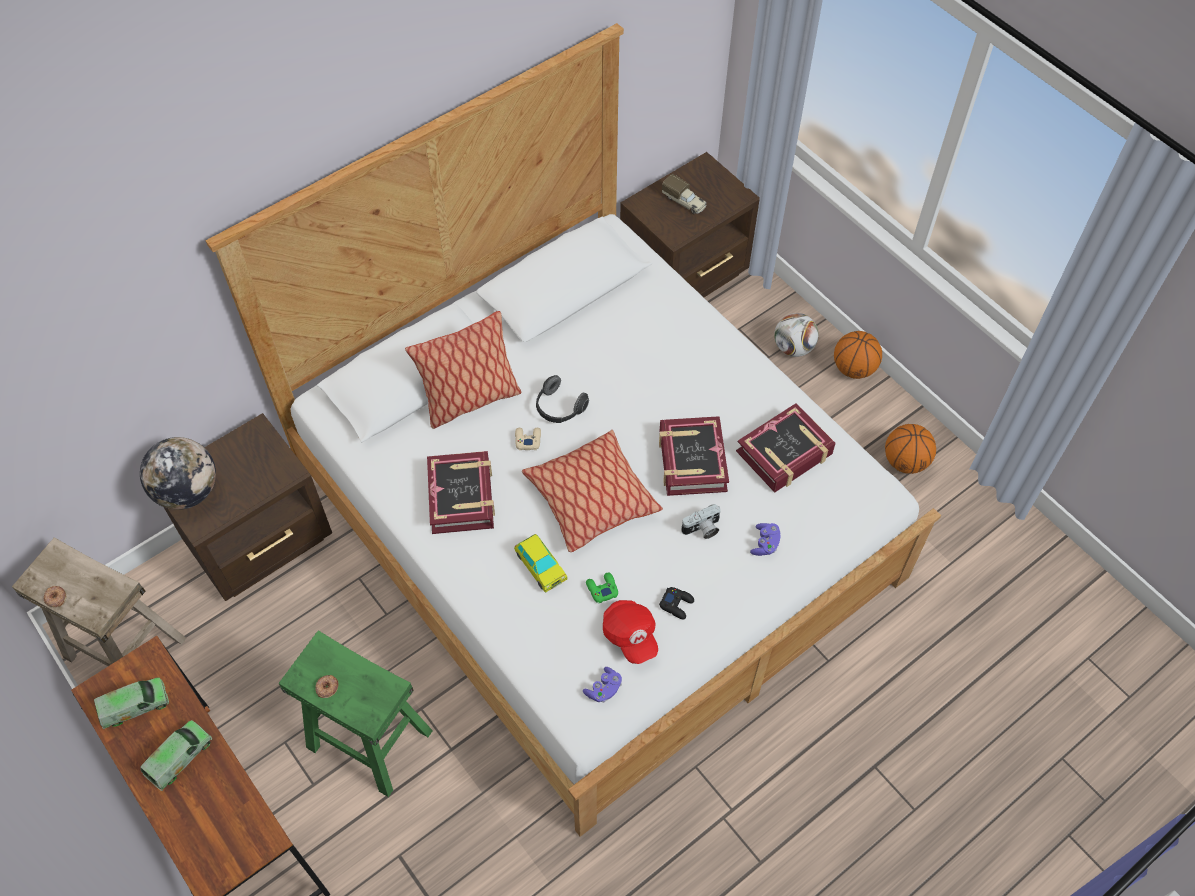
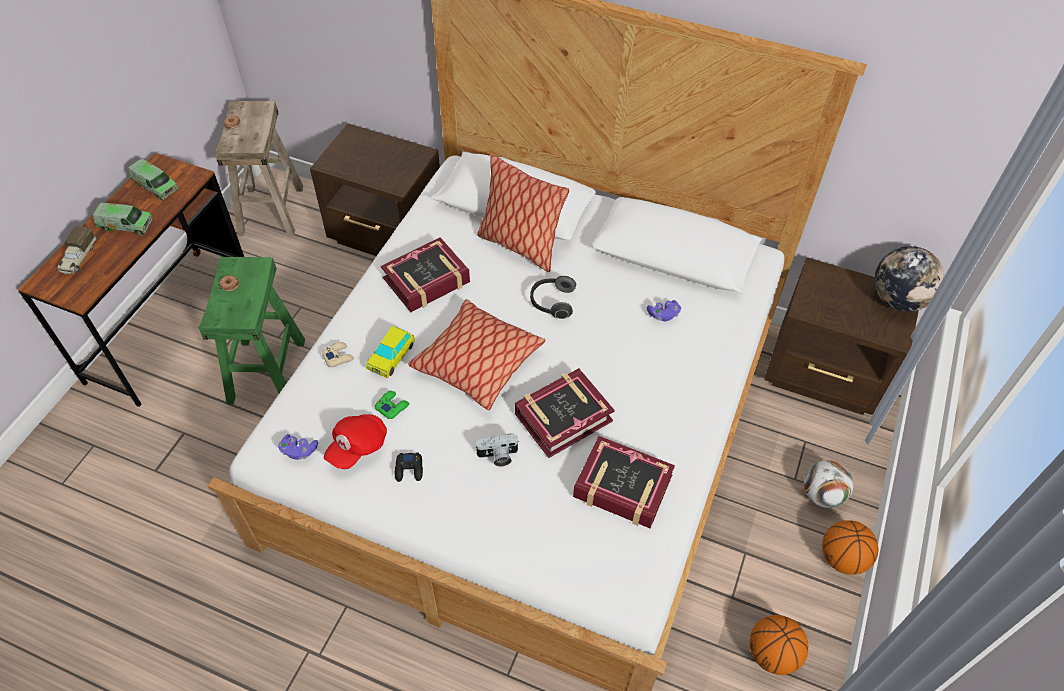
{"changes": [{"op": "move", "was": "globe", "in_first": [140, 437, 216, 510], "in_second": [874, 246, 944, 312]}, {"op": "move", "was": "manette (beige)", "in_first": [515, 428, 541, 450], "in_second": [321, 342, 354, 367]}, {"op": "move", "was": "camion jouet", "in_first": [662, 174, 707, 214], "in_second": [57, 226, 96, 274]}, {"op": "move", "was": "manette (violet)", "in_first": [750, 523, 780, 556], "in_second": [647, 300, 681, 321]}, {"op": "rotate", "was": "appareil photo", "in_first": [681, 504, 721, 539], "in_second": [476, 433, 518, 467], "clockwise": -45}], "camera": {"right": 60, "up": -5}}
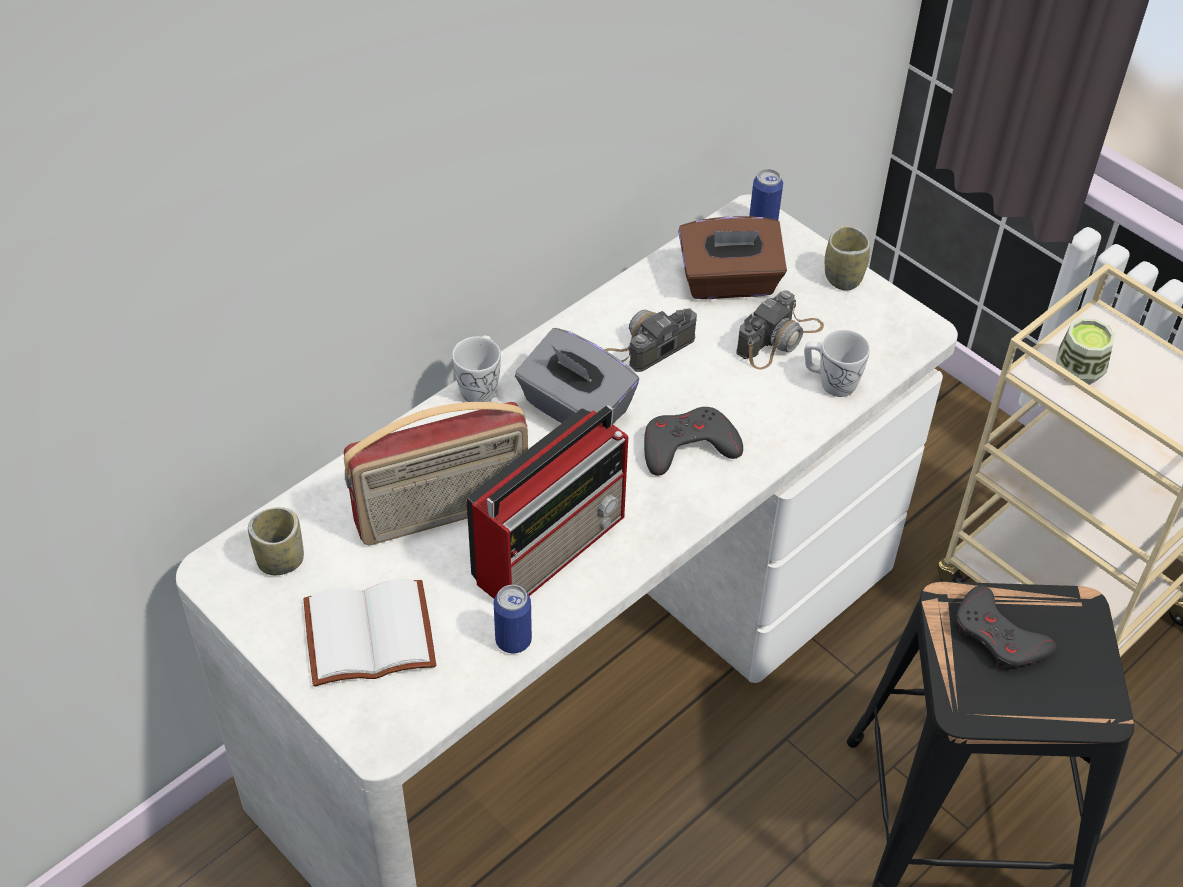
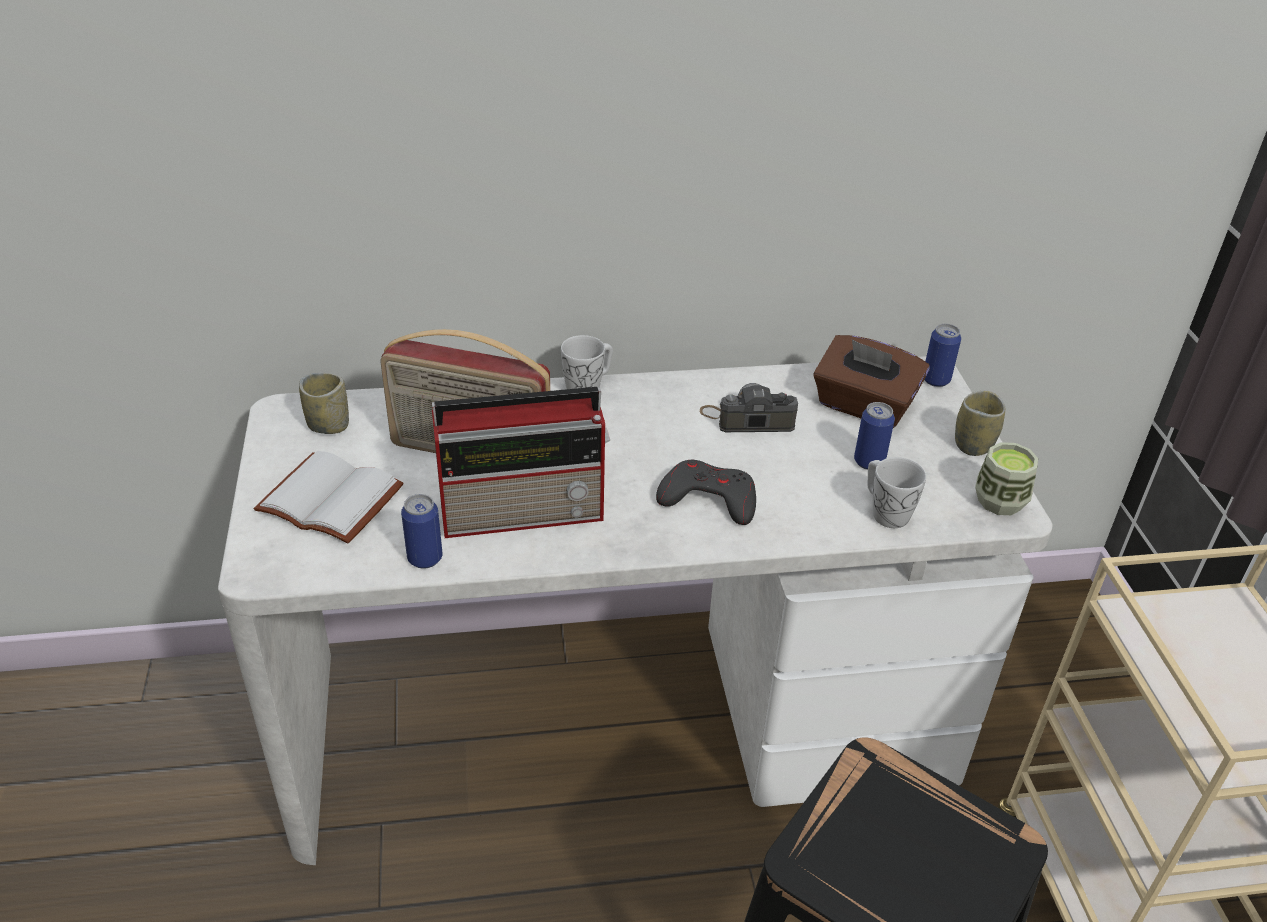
{"changes": [{"op": "delete", "was": "boîte à mouchoirs (gris)", "in_first": [515, 328, 639, 424]}, {"op": "delete", "was": "manette (gris)", "in_first": [956, 585, 1056, 670]}, {"op": "move", "was": "tasse", "in_first": [1056, 318, 1115, 385], "in_second": [975, 442, 1038, 515]}, {"op": "replace", "was": "appareil photo", "now": "boîte métallique", "in_first": [736, 290, 824, 370], "in_second": [854, 402, 895, 470]}], "camera": {"right": 35, "up": -10}}
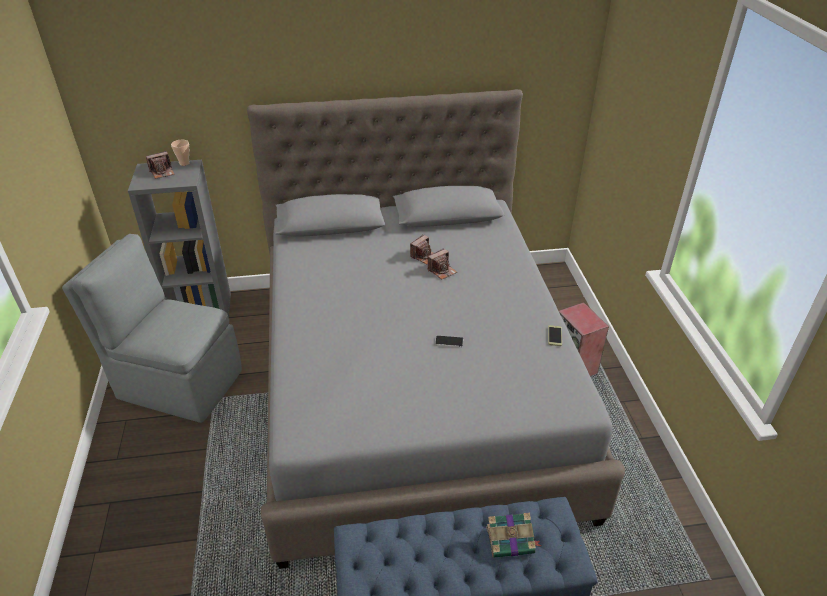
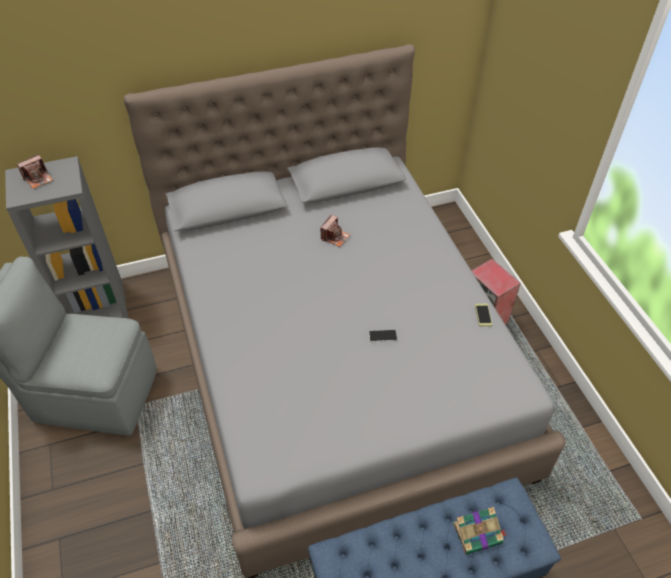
{"changes": [{"op": "delete", "was": "tasse", "in_first": [171, 140, 190, 166]}, {"op": "delete", "was": "appareil photo", "in_first": [428, 248, 457, 280]}], "camera": {"right": -10, "up": 10}}
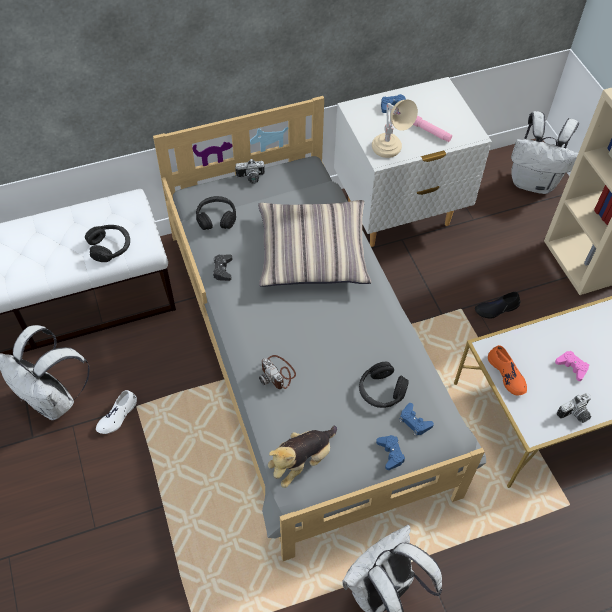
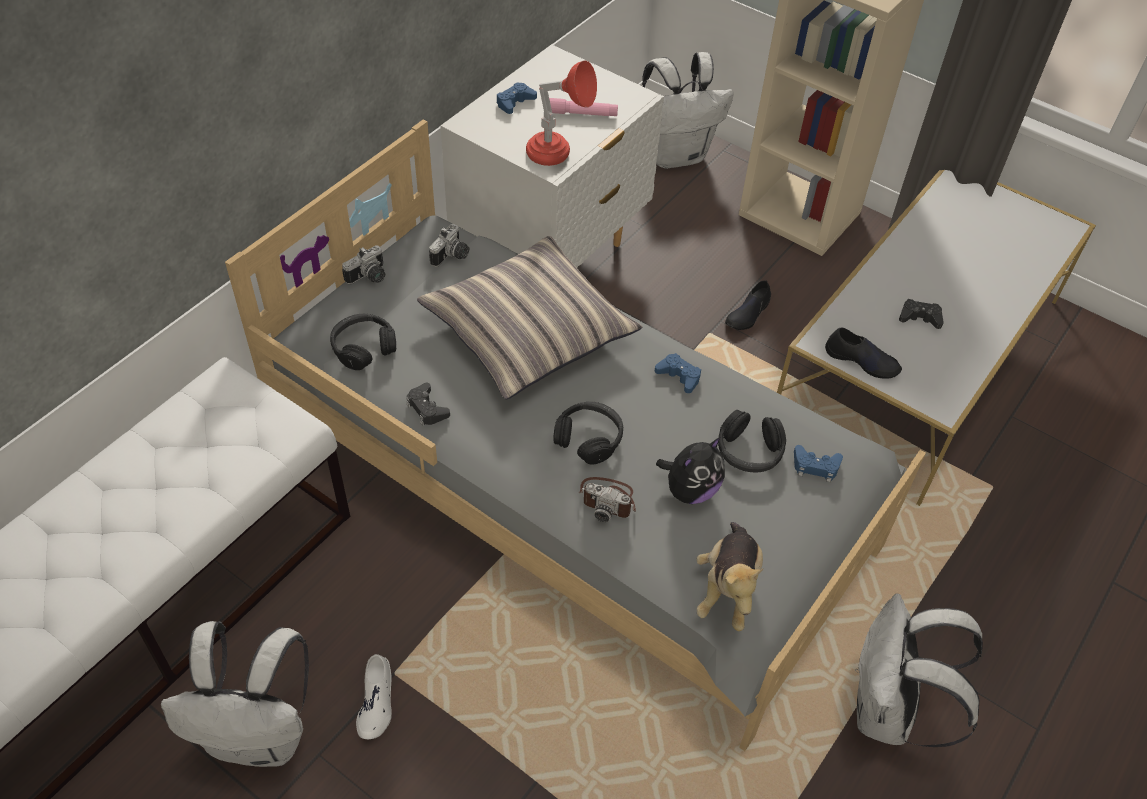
{"changes": [{"op": "insert", "now": "peluche", "in_second": [656, 437, 725, 504]}, {"op": "move", "was": "casque audio (noir)", "in_first": [85, 225, 130, 262], "in_second": [553, 402, 623, 464]}, {"op": "move", "was": "manette (bleu)", "in_first": [376, 435, 405, 470], "in_second": [655, 353, 701, 393]}, {"op": "move", "was": "appareil photo", "in_first": [557, 393, 591, 423], "in_second": [429, 224, 469, 267]}, {"op": "recolor", "was": "lampe de table (beige)", "now": "lampe de table (rouge)", "in_first": [372, 100, 418, 158], "in_second": [526, 61, 597, 166]}, {"op": "recolor", "was": "chaussure (orange)", "now": "chaussure (noir)", "in_first": [488, 345, 527, 396], "in_second": [825, 327, 902, 379]}, {"op": "recolor", "was": "manette (rose)", "now": "manette (noir)", "in_first": [555, 351, 589, 381], "in_second": [899, 299, 944, 329]}], "camera": {"right": -35, "up": -5}}
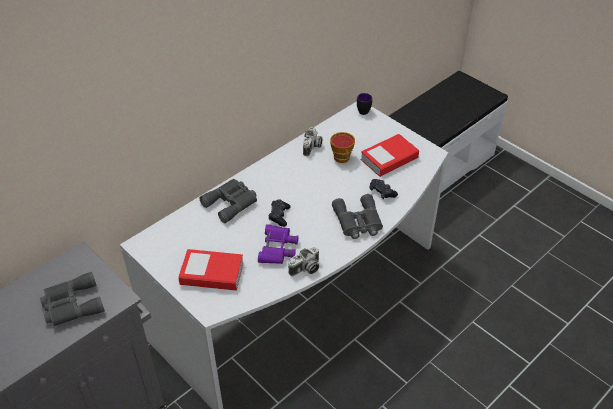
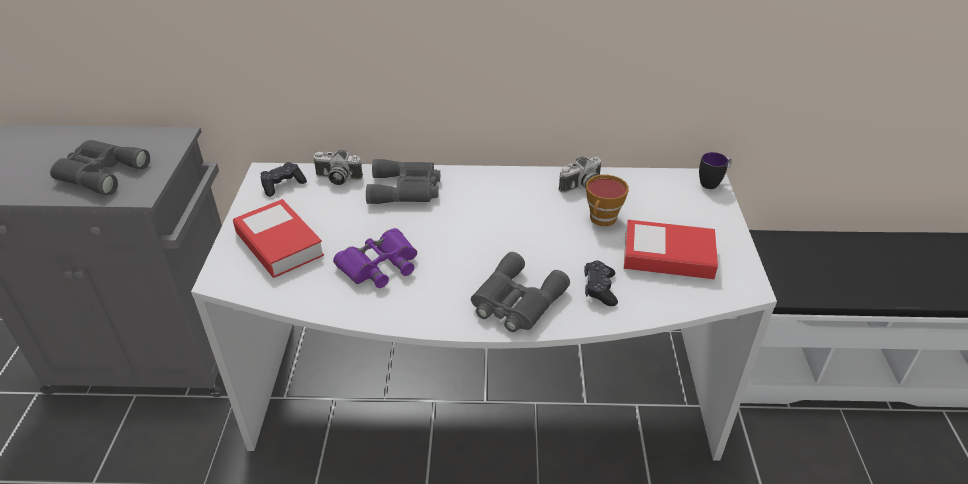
{"changes": [{"op": "move", "was": "manette (noir)", "in_first": [269, 199, 291, 227], "in_second": [260, 162, 307, 197]}, {"op": "move", "was": "appareil photo", "in_first": [288, 247, 319, 276], "in_second": [313, 150, 363, 185]}], "camera": {"right": 45, "up": -5}}
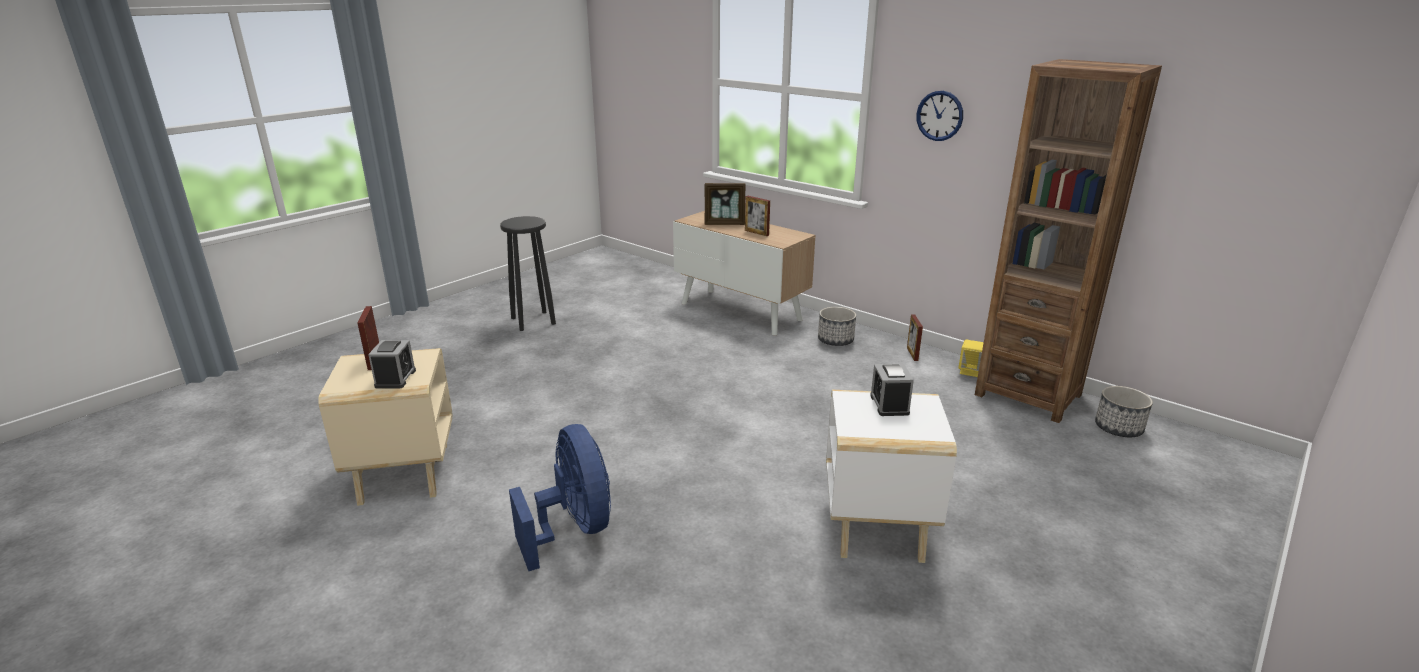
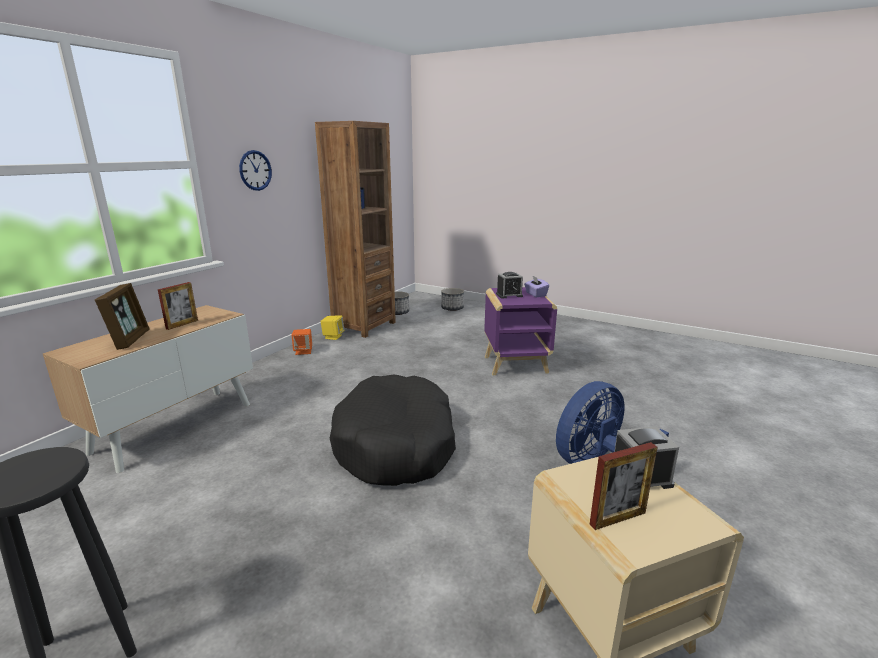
{"changes": [{"op": "insert", "now": "panier pour chien (noir)", "in_second": [330, 375, 456, 486]}, {"op": "insert", "now": "boîte à mouchoirs (violet)", "in_second": [524, 276, 549, 297]}, {"op": "move", "was": "cache-pot", "in_first": [818, 307, 856, 346], "in_second": [441, 288, 464, 311]}, {"op": "replace", "was": "cadre photo", "now": "enceinte (orange)", "in_first": [907, 315, 923, 361], "in_second": [292, 329, 312, 355]}, {"op": "recolor", "was": "table d'appoint (blanc)", "now": "table d'appoint (violet)", "in_first": [826, 390, 957, 563], "in_second": [484, 287, 557, 375]}], "camera": {"right": -100, "up": -5}}
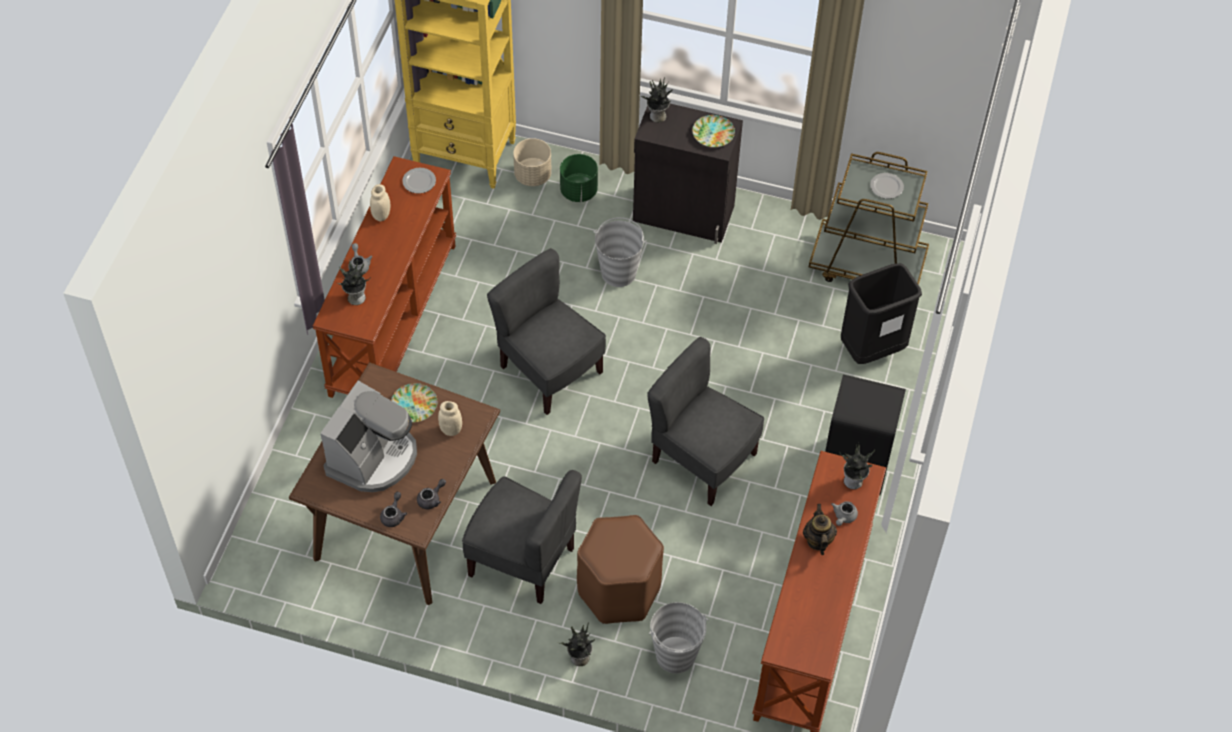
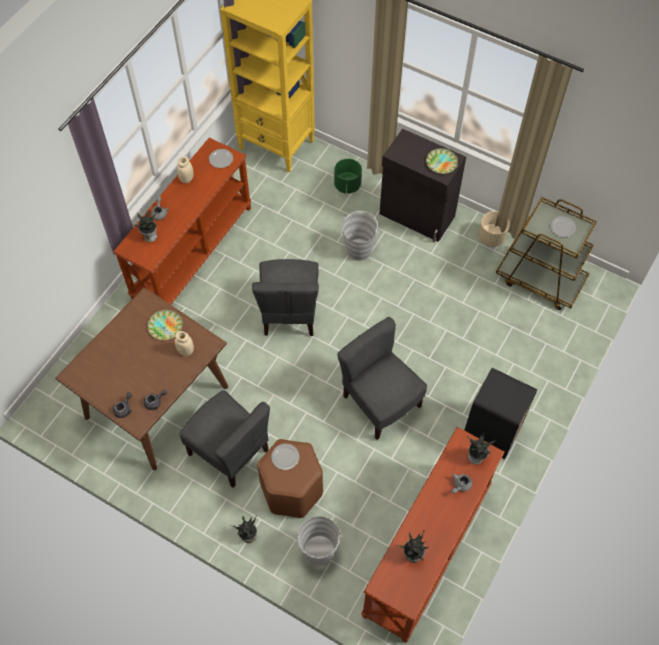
{"changes": [{"op": "delete", "was": "machine à café", "in_first": [320, 381, 417, 492]}, {"op": "delete", "was": "théière", "in_first": [803, 504, 837, 555]}, {"op": "delete", "was": "poubelle (noir)", "in_first": [841, 263, 922, 364]}, {"op": "insert", "now": "assiette", "in_second": [271, 444, 299, 470]}, {"op": "move", "was": "cache-pot (beige)", "in_first": [513, 138, 551, 186], "in_second": [478, 211, 510, 247]}, {"op": "move", "was": "plante en pot", "in_first": [640, 77, 674, 122], "in_second": [396, 531, 430, 563]}, {"op": "rotate", "was": "chaise (gris)", "in_first": [487, 248, 606, 415], "in_second": [252, 259, 319, 336], "clockwise": -150}], "camera": {"right": 15, "up": 5}}
